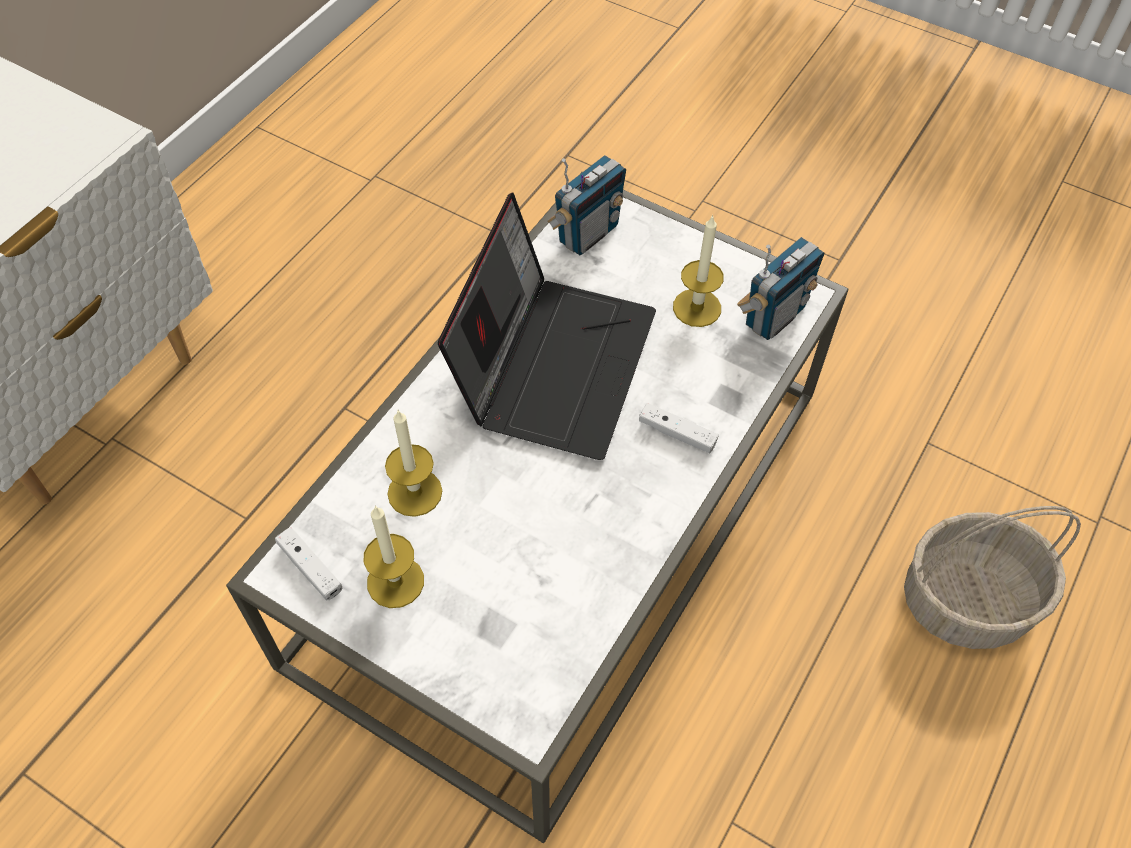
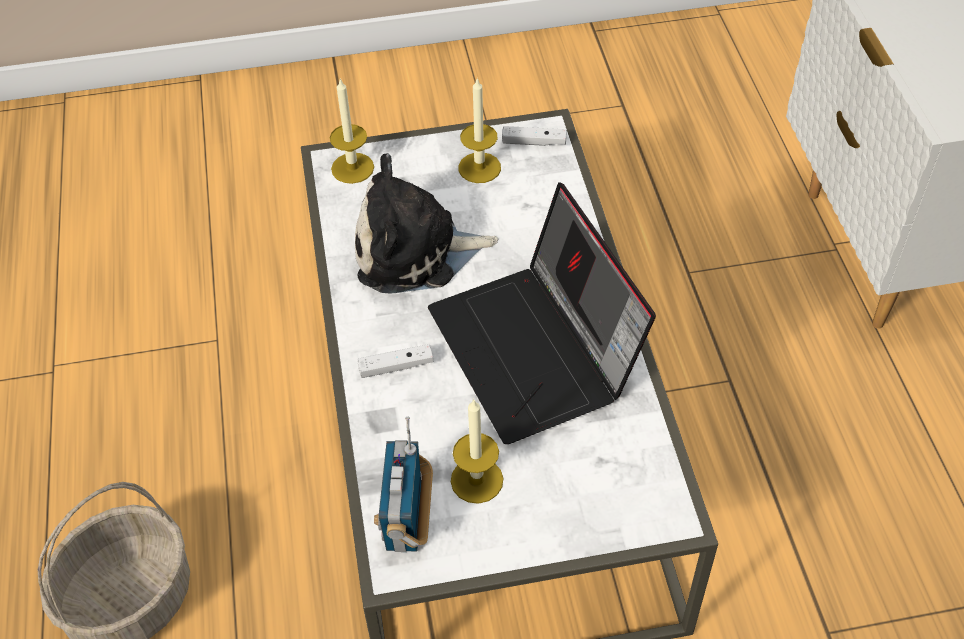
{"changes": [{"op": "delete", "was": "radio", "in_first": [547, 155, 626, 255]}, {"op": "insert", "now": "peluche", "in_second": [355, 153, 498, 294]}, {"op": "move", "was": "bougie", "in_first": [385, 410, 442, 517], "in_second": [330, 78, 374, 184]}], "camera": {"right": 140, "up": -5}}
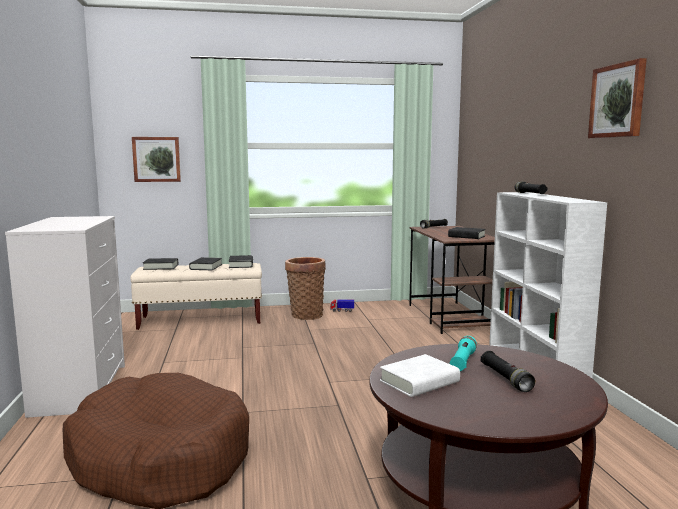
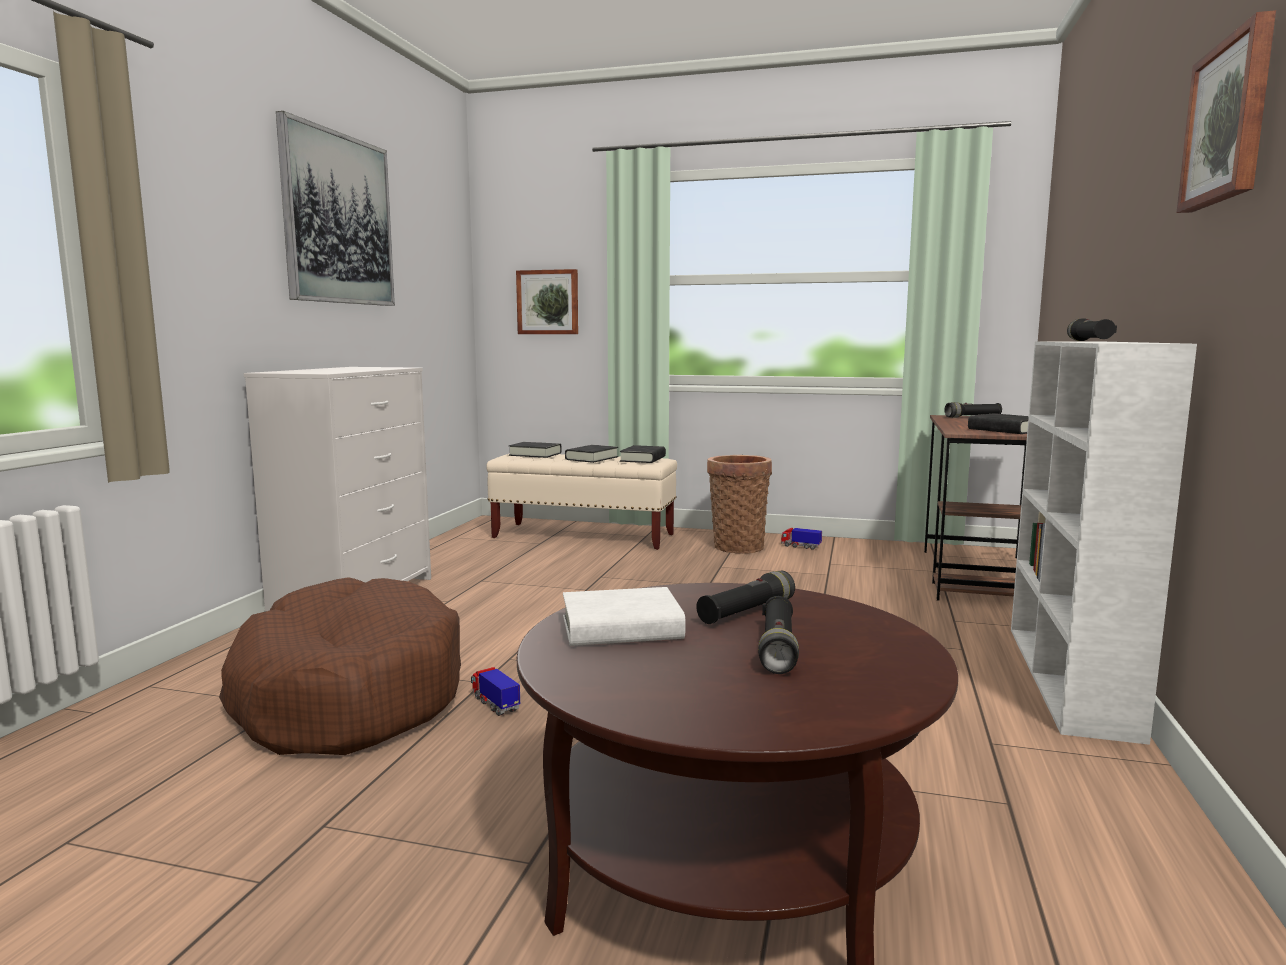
{"changes": [{"op": "insert", "now": "tableau", "in_second": [276, 111, 395, 306]}, {"op": "insert", "now": "camion jouet", "in_second": [471, 667, 520, 716]}, {"op": "recolor", "was": "lampe de poche (turquoise)", "now": "lampe de poche (noir)", "in_first": [450, 336, 477, 371], "in_second": [696, 571, 795, 624]}], "camera": {"right": 25, "up": 0}}
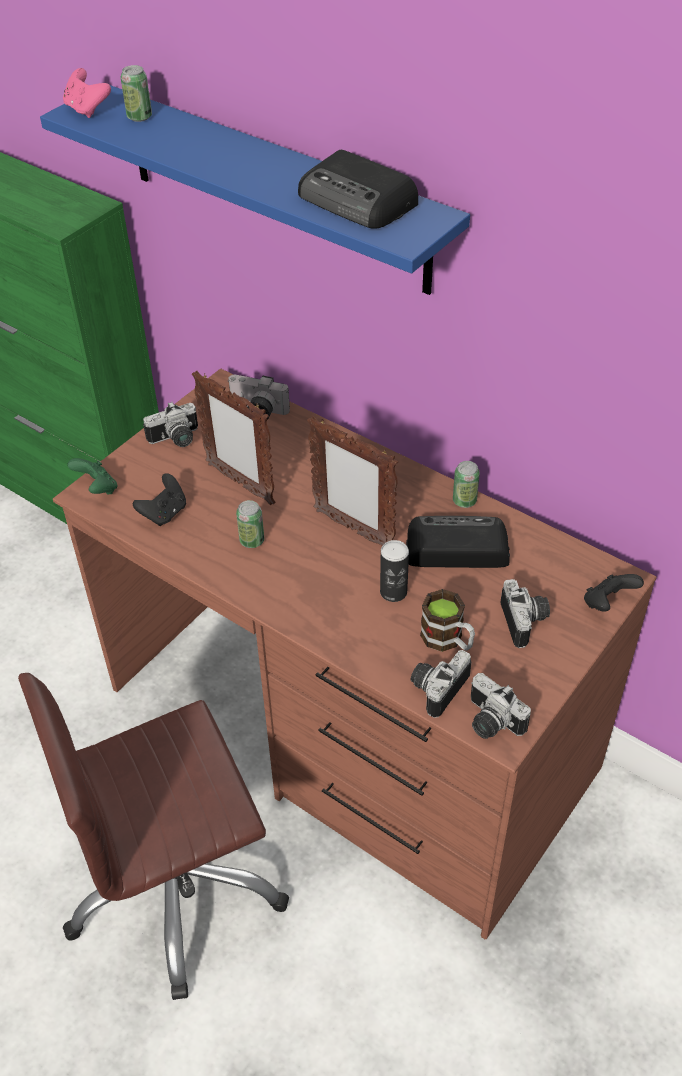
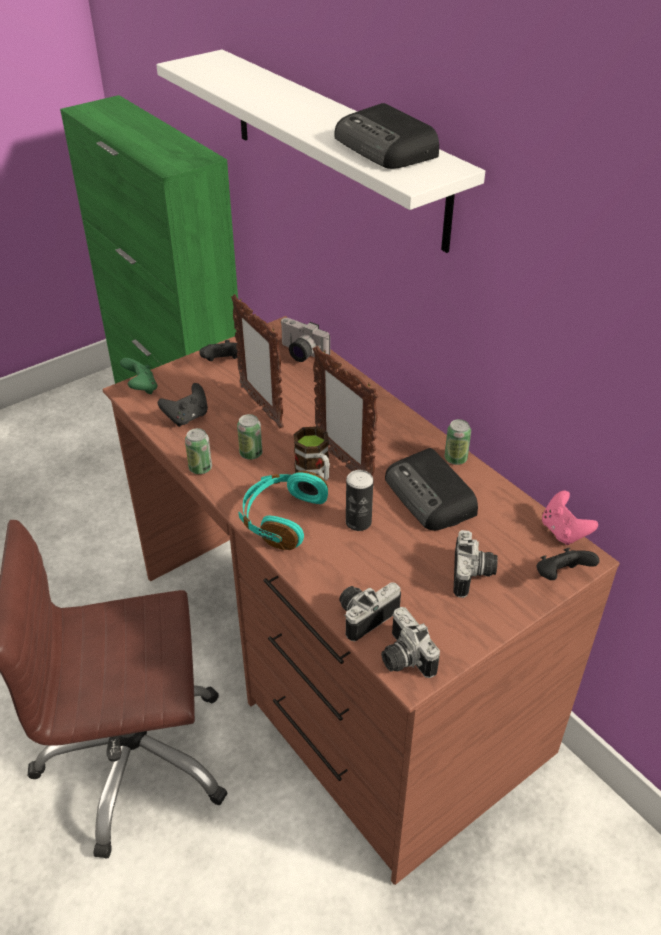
{"changes": [{"op": "insert", "now": "casque audio (turquoise)", "in_second": [238, 471, 328, 550]}, {"op": "move", "was": "manette (rose)", "in_first": [63, 68, 111, 118], "in_second": [542, 491, 598, 545]}, {"op": "move", "was": "boîte métallique", "in_first": [121, 65, 152, 122], "in_second": [185, 428, 212, 474]}, {"op": "move", "was": "mug", "in_first": [420, 589, 475, 652], "in_second": [293, 426, 330, 481]}, {"op": "replace", "was": "appareil photo", "now": "manette (noir)", "in_first": [143, 402, 198, 447], "in_second": [199, 340, 237, 361]}, {"op": "recolor", "was": "étagère (bleu)", "now": "étagère (blanc)", "in_first": [40, 85, 470, 295], "in_second": [156, 49, 485, 253]}, {"op": "rotate", "was": "radio", "in_first": [406, 516, 510, 568], "in_second": [385, 448, 478, 530], "clockwise": -135}], "camera": {"right": 15, "up": -5}}
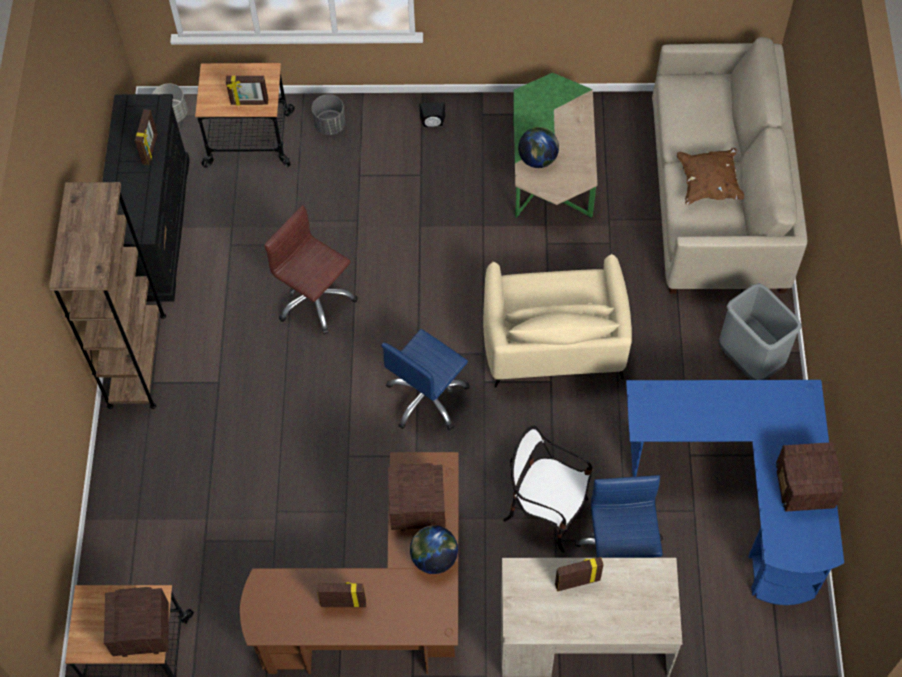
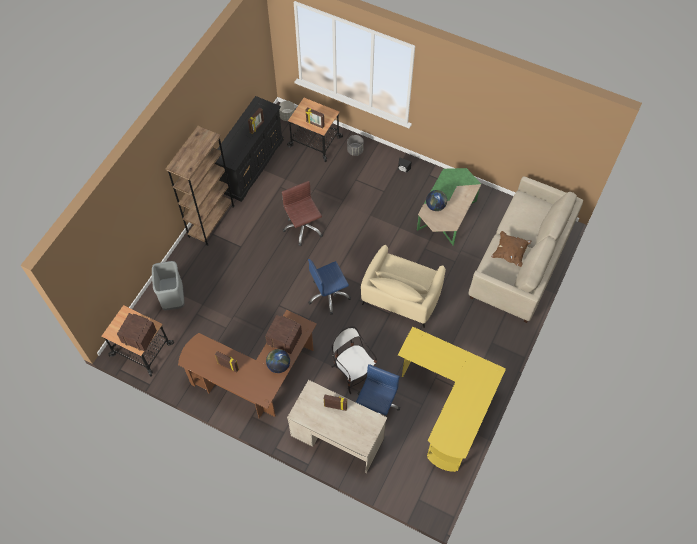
{"changes": [{"op": "delete", "was": "radio", "in_first": [776, 442, 843, 512]}, {"op": "move", "was": "poubelle (gris)", "in_first": [718, 283, 802, 380], "in_second": [152, 261, 184, 310]}, {"op": "recolor", "was": "bureau (bleu)", "now": "bureau (jaune)", "in_first": [626, 380, 844, 605], "in_second": [398, 326, 506, 472]}], "camera": {"right": 25, "up": 0}}
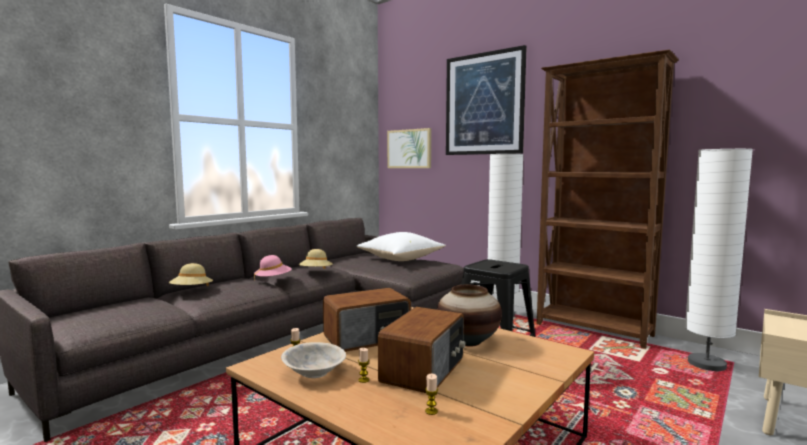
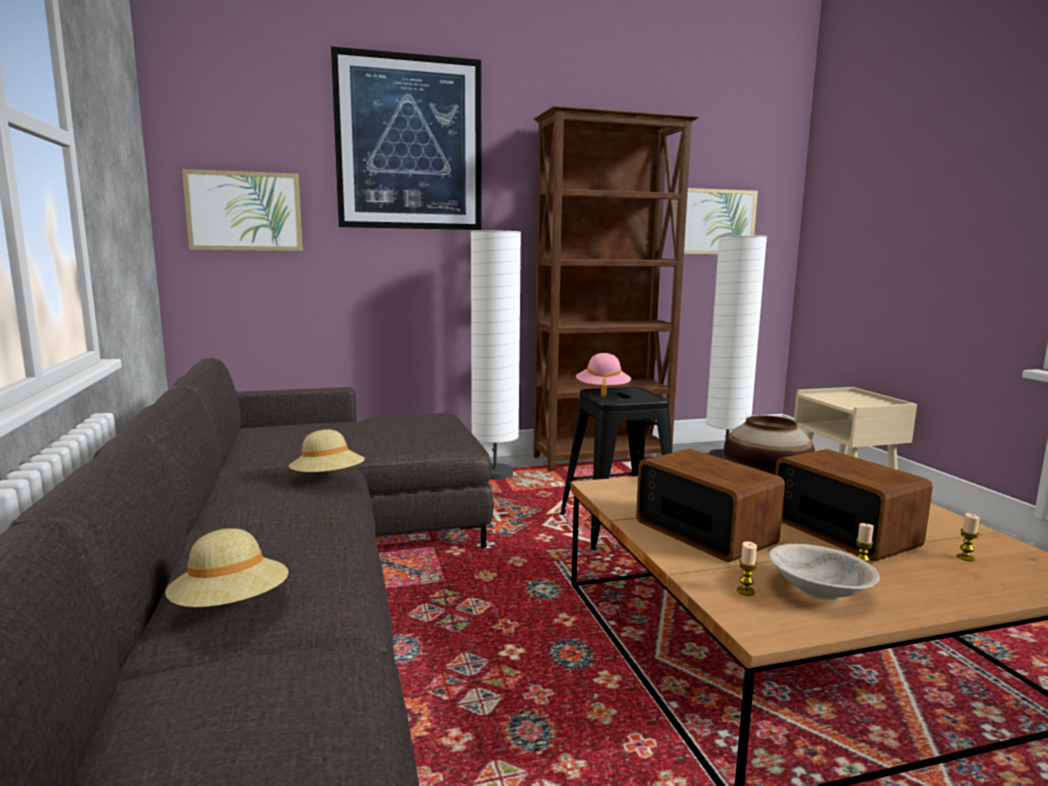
{"changes": [{"op": "delete", "was": "coussin (blanc)", "in_first": [357, 232, 446, 261]}, {"op": "insert", "now": "tableau", "in_second": [673, 188, 758, 254]}, {"op": "move", "was": "chapeau (rose)", "in_first": [254, 255, 291, 281], "in_second": [576, 353, 631, 397]}, {"op": "rotate", "was": "radio", "in_first": [323, 288, 411, 352], "in_second": [636, 449, 785, 562], "clockwise": -45}], "camera": {"right": -55, "up": 5}}
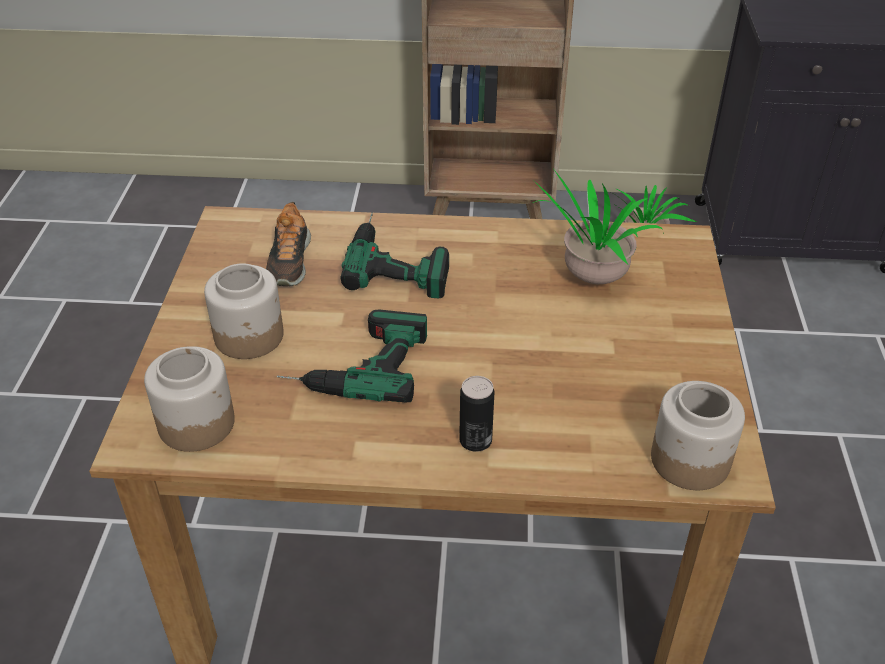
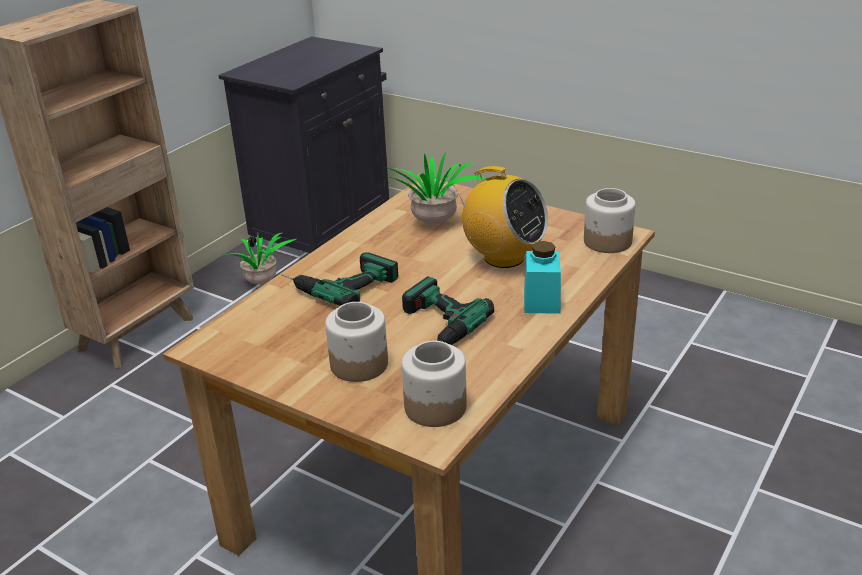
{"changes": [{"op": "delete", "was": "chaussure", "in_first": [266, 202, 311, 286]}, {"op": "insert", "now": "radio", "in_second": [453, 166, 548, 268]}, {"op": "replace", "was": "boîte métallique", "now": "bocal (turquoise)", "in_first": [459, 376, 494, 452], "in_second": [524, 241, 561, 314]}], "camera": {"right": -60, "up": -10}}
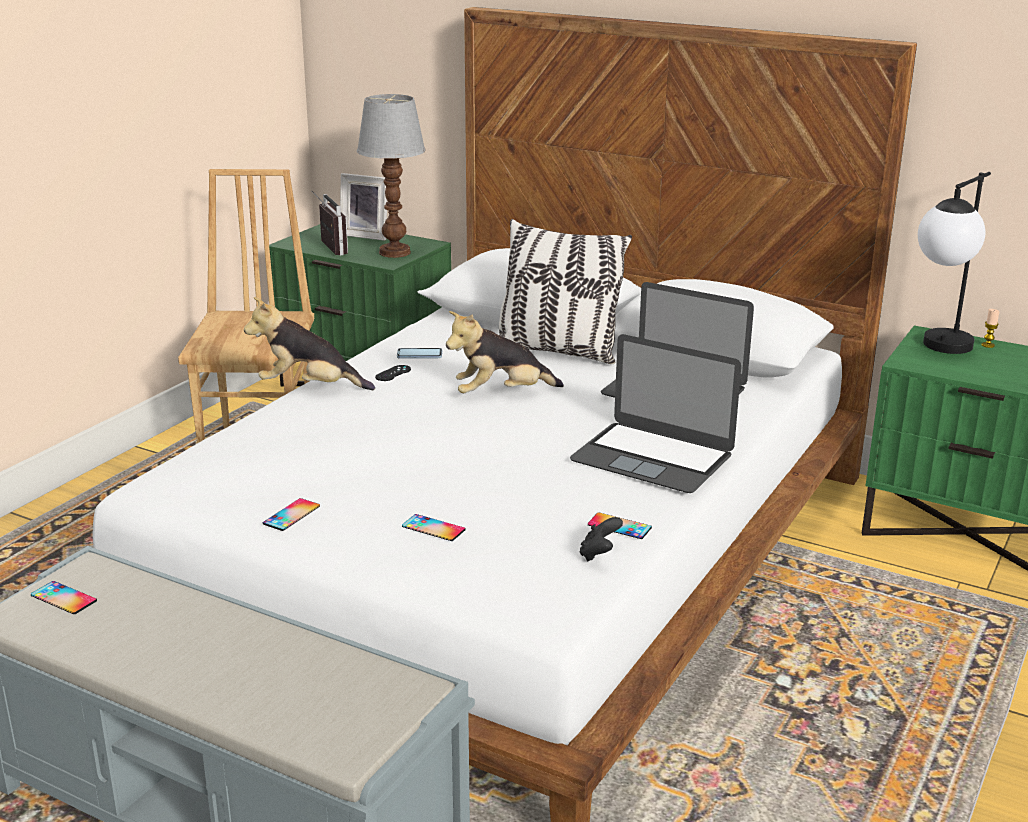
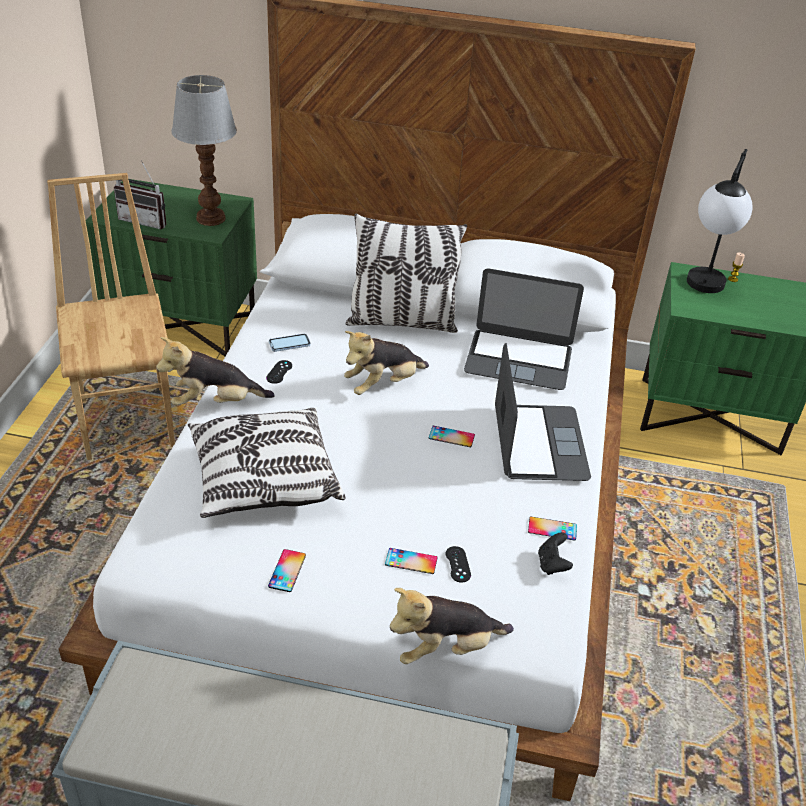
{"changes": [{"op": "delete", "was": "cadre photo", "in_first": [340, 173, 387, 241]}, {"op": "insert", "now": "coussin", "in_second": [188, 408, 346, 518]}, {"op": "insert", "now": "peluche", "in_second": [390, 588, 514, 664]}, {"op": "insert", "now": "manette (noir)", "in_second": [446, 546, 471, 583]}, {"op": "move", "was": "téléphone", "in_first": [31, 581, 97, 614], "in_second": [429, 426, 475, 447]}, {"op": "rotate", "was": "radio", "in_first": [312, 191, 348, 255], "in_second": [114, 160, 166, 229], "clockwise": 150}, {"op": "rotate", "was": "ordinateur portable", "in_first": [570, 334, 741, 493], "in_second": [495, 343, 591, 481], "clockwise": -105}], "camera": {"right": -20, "up": 15}}
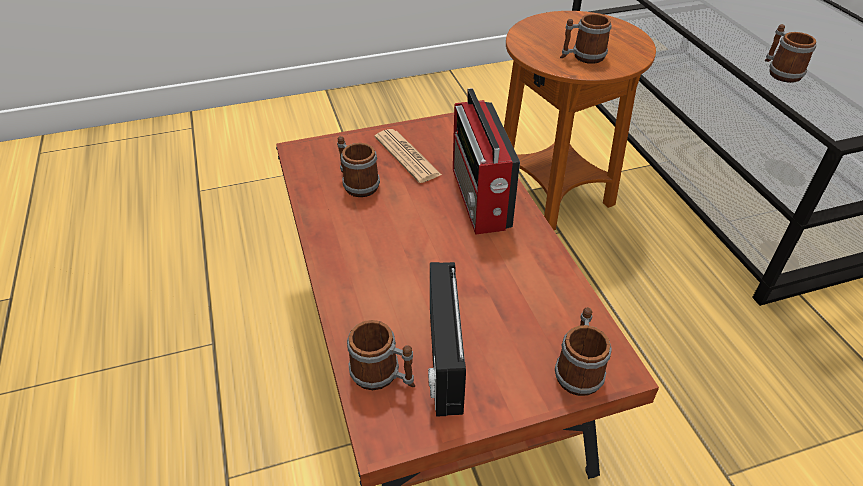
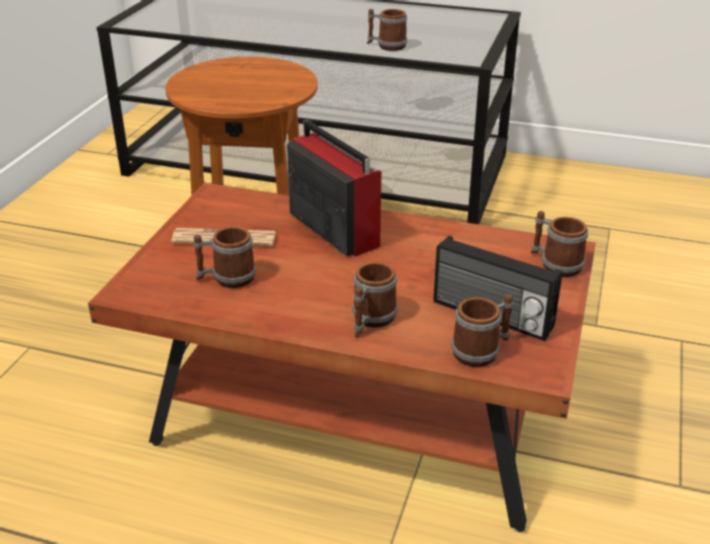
{"changes": [{"op": "move", "was": "mug", "in_first": [560, 14, 612, 64], "in_second": [352, 262, 398, 338]}, {"op": "rotate", "was": "radio", "in_first": [453, 88, 520, 235], "in_second": [287, 120, 381, 256], "clockwise": -150}], "camera": {"right": -55, "up": -10}}
